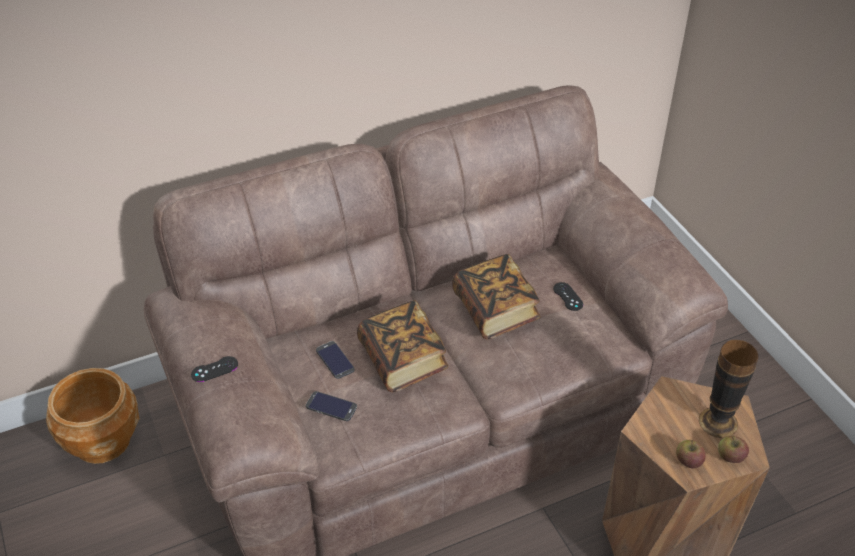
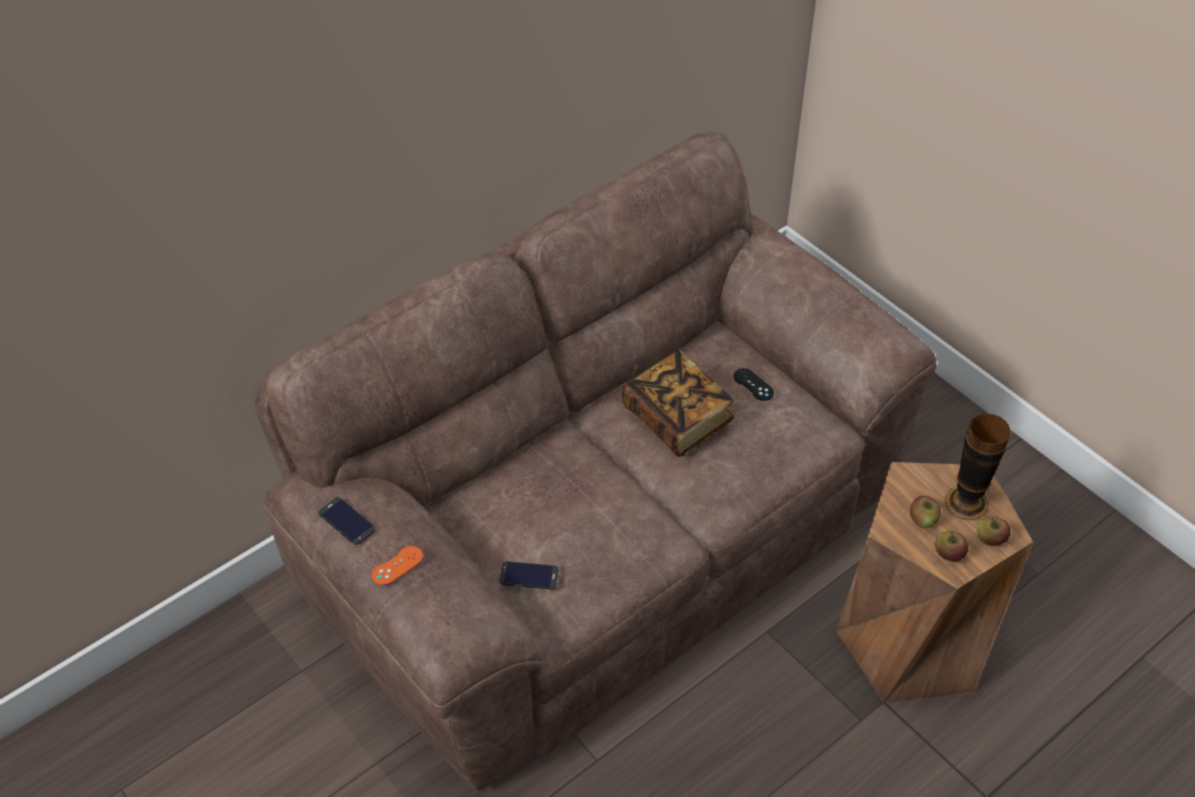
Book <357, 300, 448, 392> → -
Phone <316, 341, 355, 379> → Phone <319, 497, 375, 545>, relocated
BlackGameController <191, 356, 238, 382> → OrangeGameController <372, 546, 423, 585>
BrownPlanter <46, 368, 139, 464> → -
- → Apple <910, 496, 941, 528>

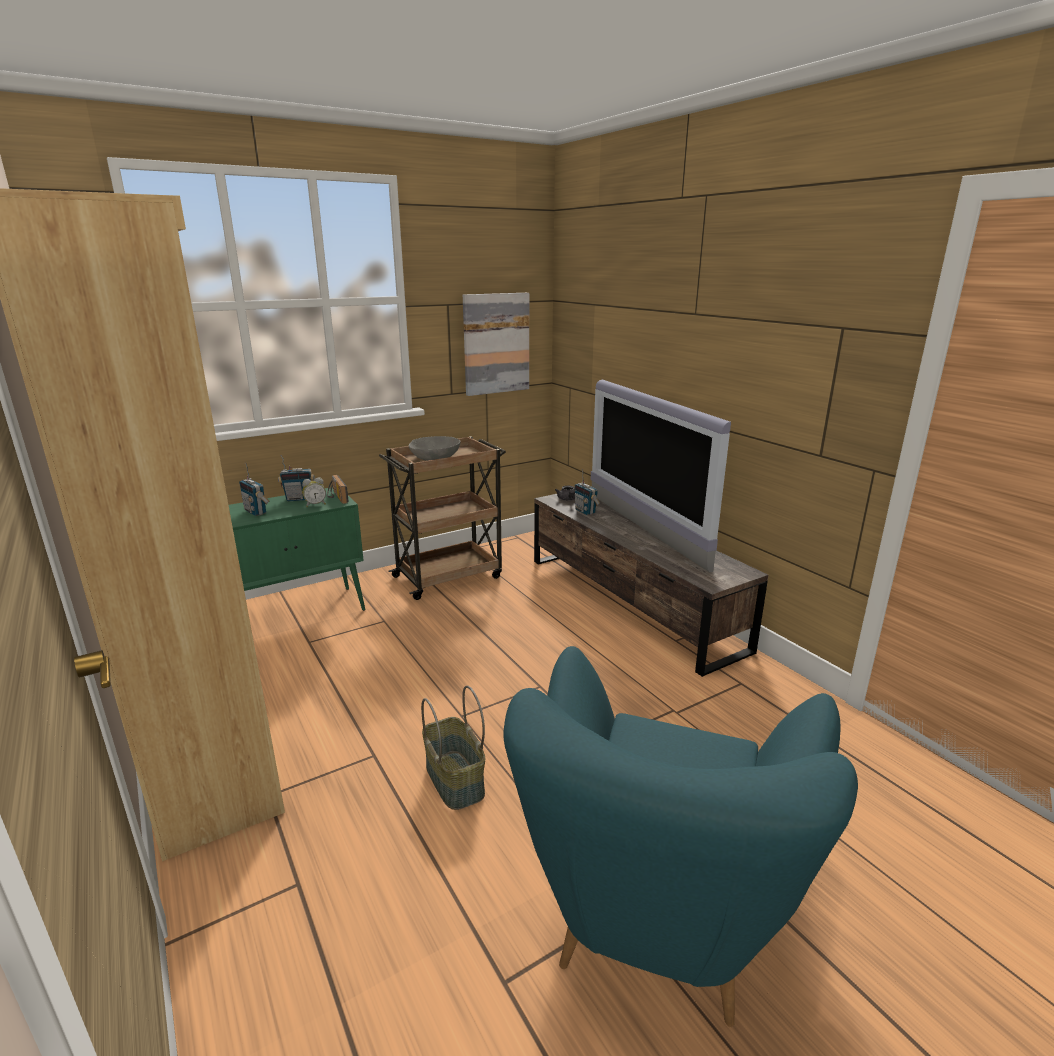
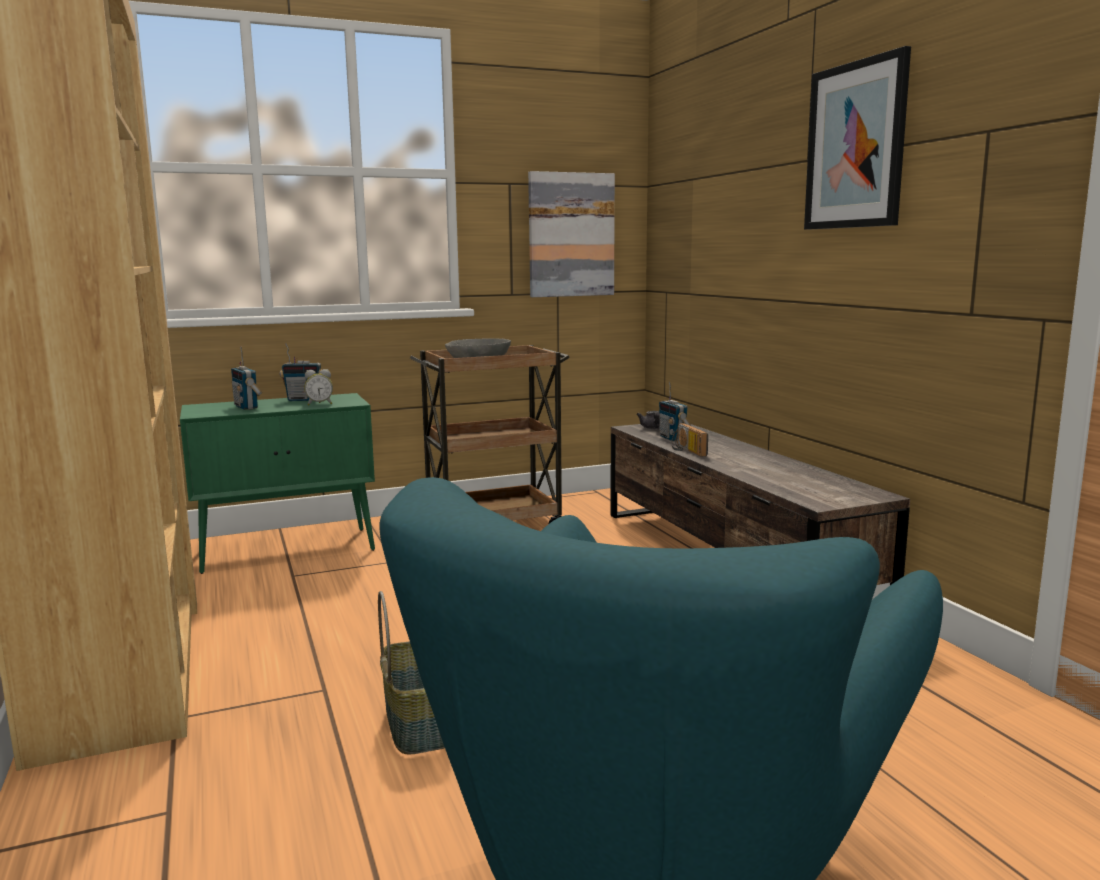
Television <591, 380, 731, 572> → -
Radio <327, 475, 349, 504> → Radio <672, 423, 708, 457>, relocated
- → Picture <804, 46, 911, 230>

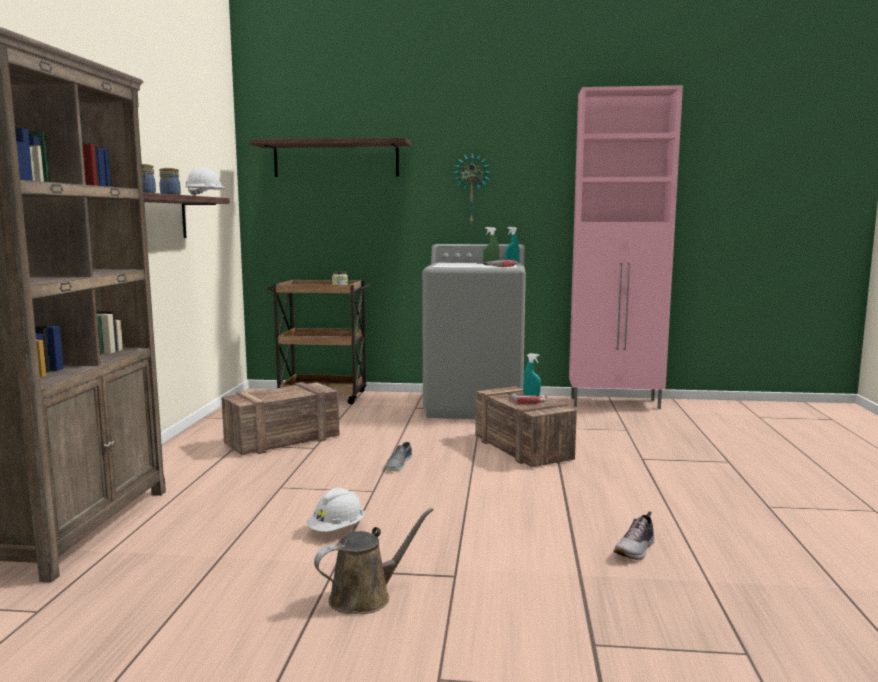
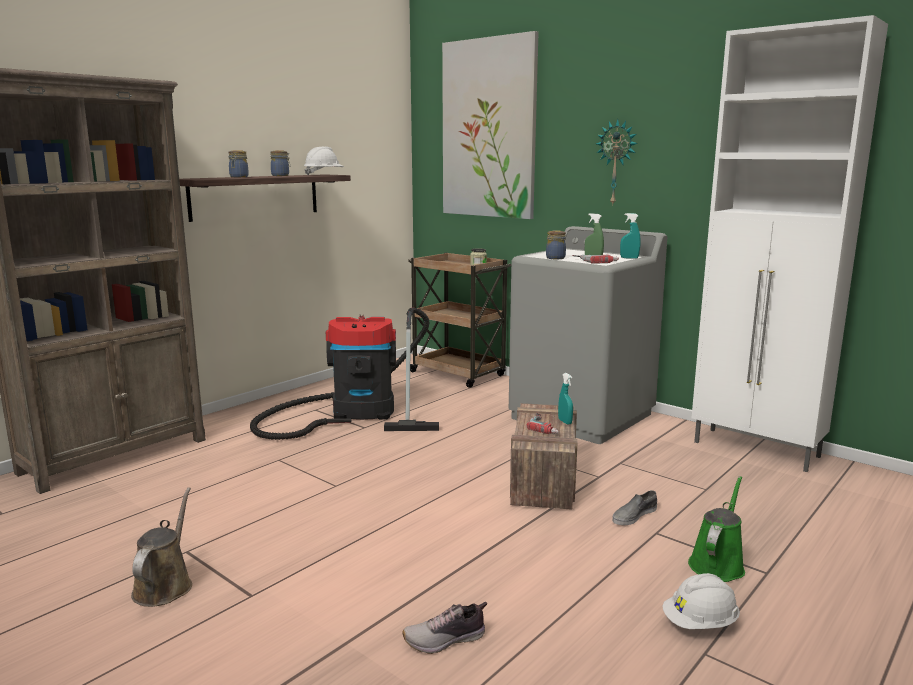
PinkCabinet <569, 85, 683, 409> → WhiteCabinet <692, 15, 888, 472>
Shelf <249, 137, 411, 177> → Picture <442, 31, 539, 219>
Crate <221, 382, 340, 455> → VacuumCleaner <250, 307, 439, 440>
GreyShoe <386, 442, 412, 471> → GreyShoe <612, 490, 657, 525>, relocated
WhiteHardHat <307, 488, 365, 532> → WhiteHardHat <663, 573, 740, 629>, relocated
BrownWateringCan <314, 508, 433, 614> → BrownWateringCan <131, 487, 192, 607>, 90 degrees counterclockwise
- → Jar <546, 230, 566, 259>
- → GreenWateringCan <688, 476, 745, 582>

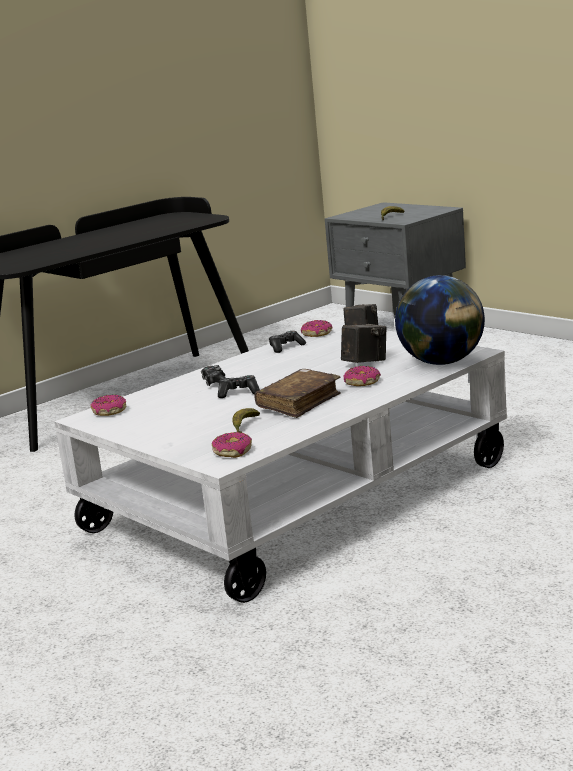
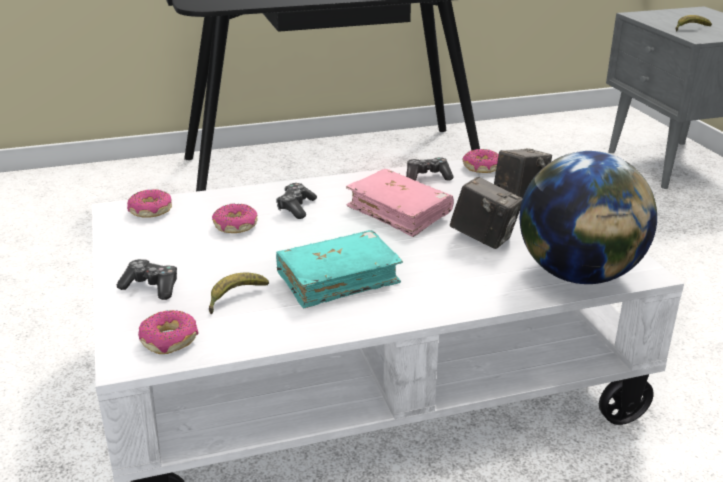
PhotoCamera <341, 324, 386, 363> → PhotoCamera <450, 177, 523, 249>, 45 degrees clockwise
Donut <344, 366, 381, 386> → Donut <212, 204, 257, 233>, relocated
BrownBook <254, 369, 341, 418> → TurquoiseBook <276, 230, 403, 308>
GameController <218, 375, 260, 398> → GameController <117, 259, 177, 300>, relocated
- → PinkBook <346, 169, 454, 237>

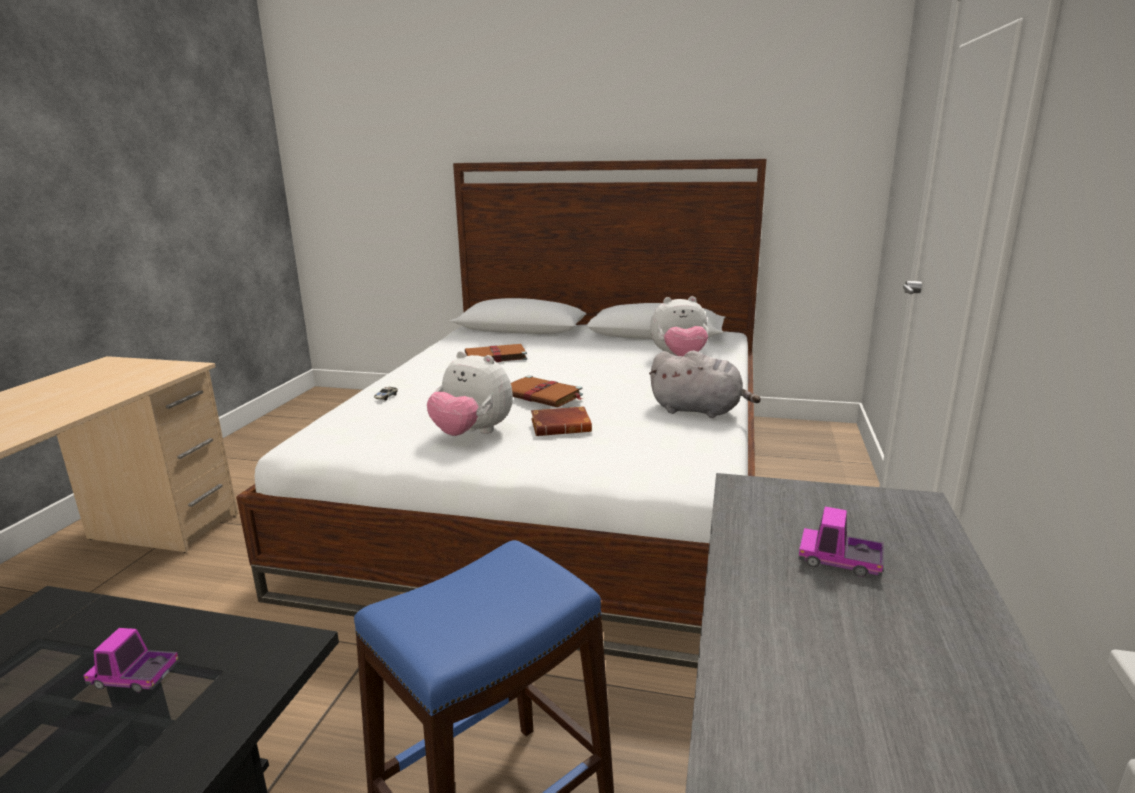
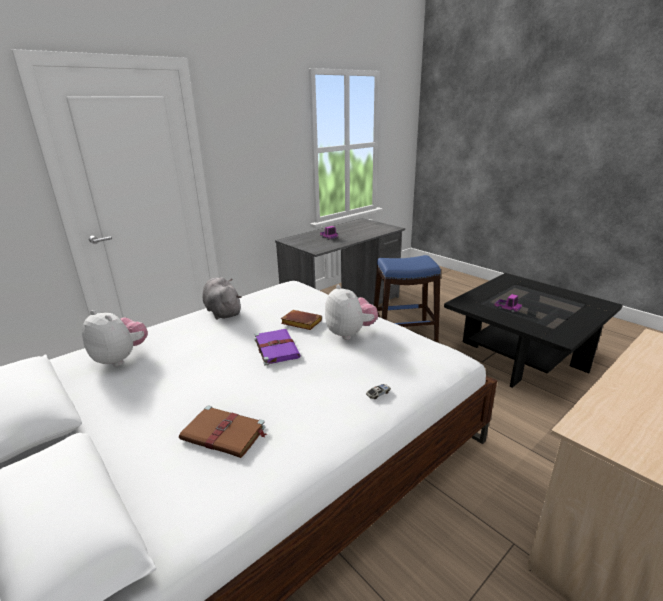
BrownBook <511, 375, 584, 407> → PurpleBook <254, 329, 301, 366>

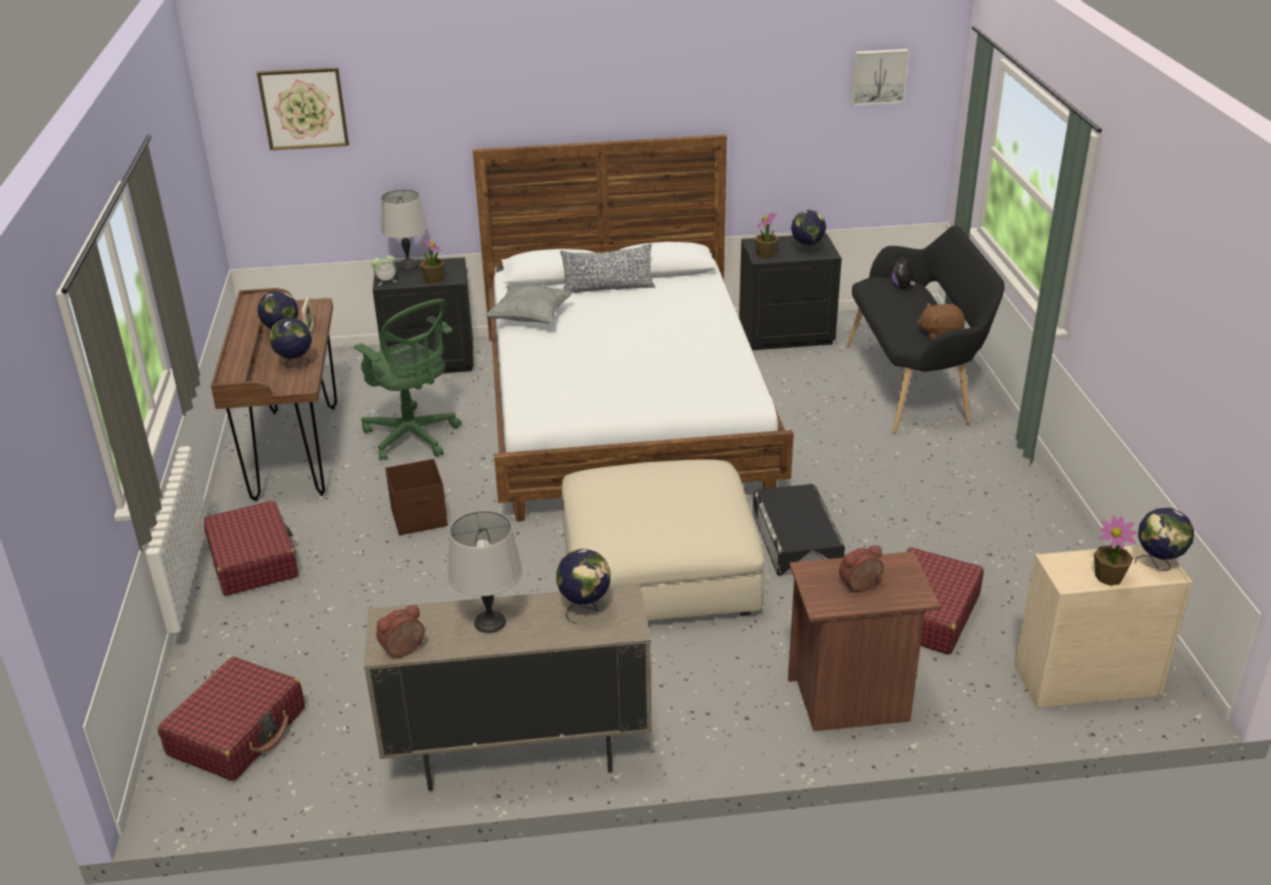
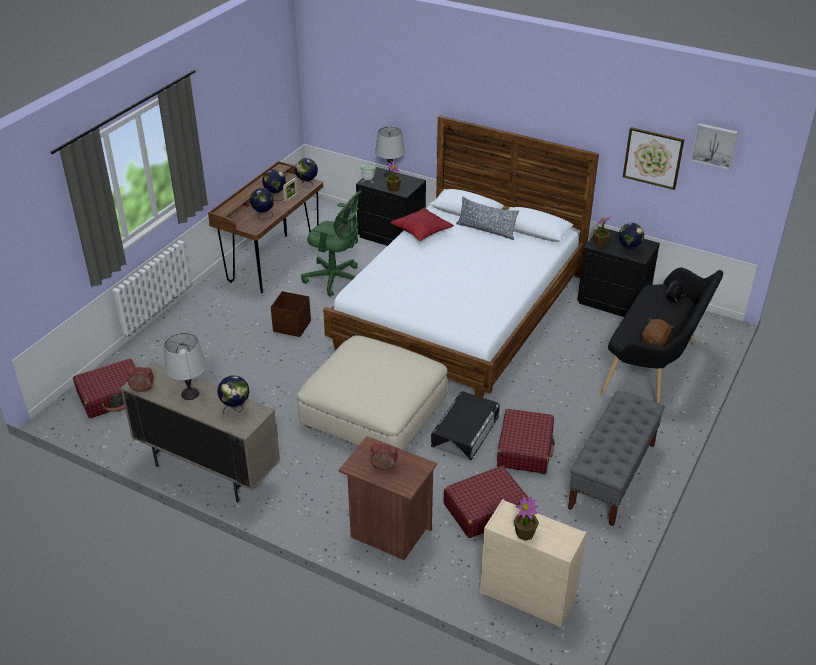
Picture <257, 67, 349, 150> → Picture <623, 127, 685, 190>, relocated
GreyPillow <485, 284, 574, 323> → RedPillow <390, 207, 454, 241>
GreenOfficeChair <354, 299, 461, 461> → GreenOfficeChair <301, 191, 362, 297>, 60 degrees counterclockwise
BrownPlushToy <917, 303, 965, 341> → BrownPlushToy <642, 318, 673, 346>, 90 degrees clockwise
RedSuitcase <204, 500, 298, 596> → RedSuitcase <497, 409, 555, 474>, relocated
Globe <1135, 508, 1194, 571> → Globe <295, 158, 318, 188>, relocated
- → GreyBench <568, 390, 665, 526>

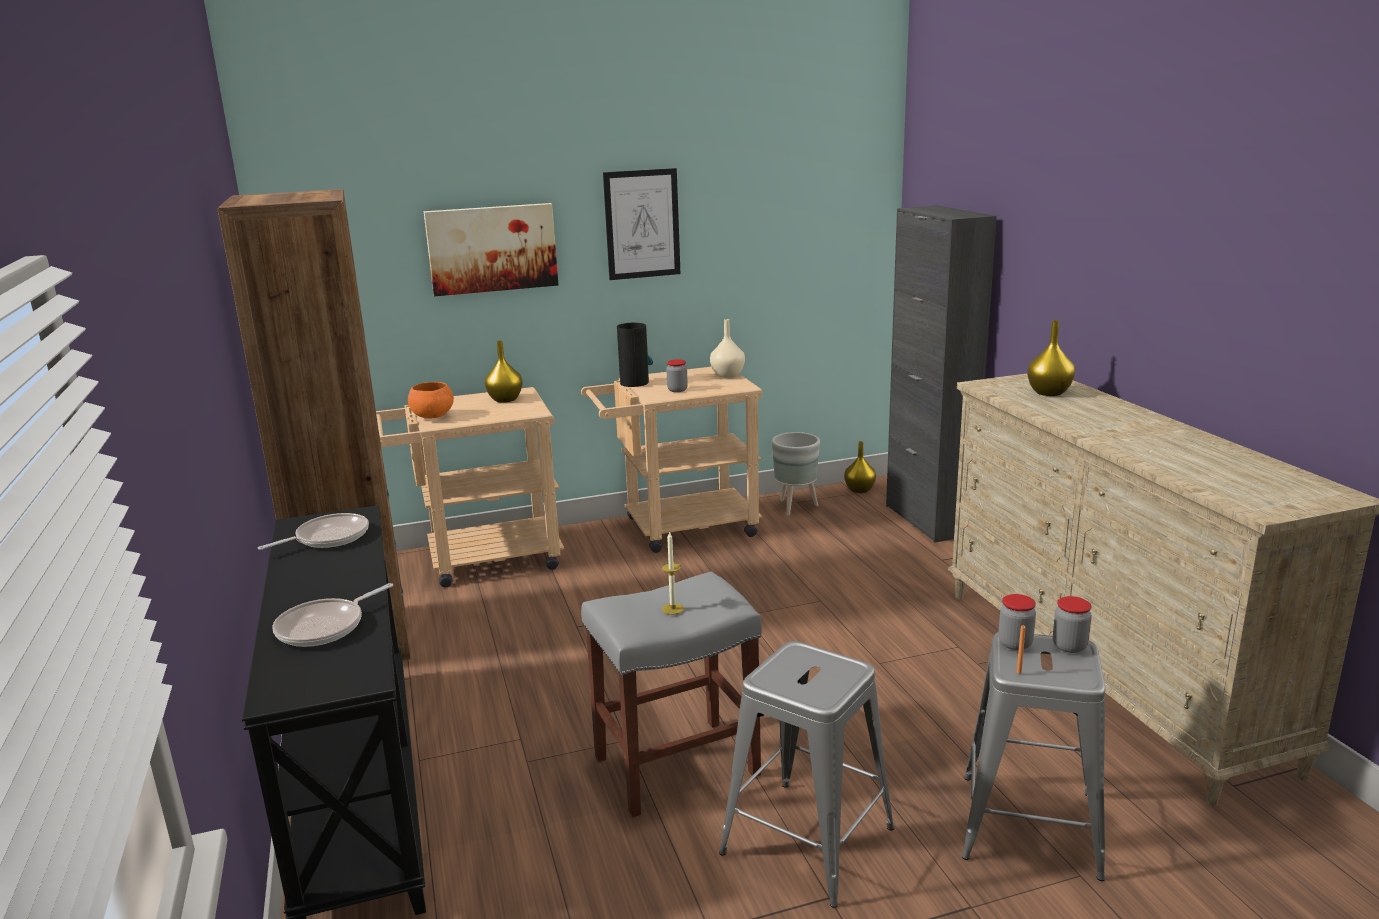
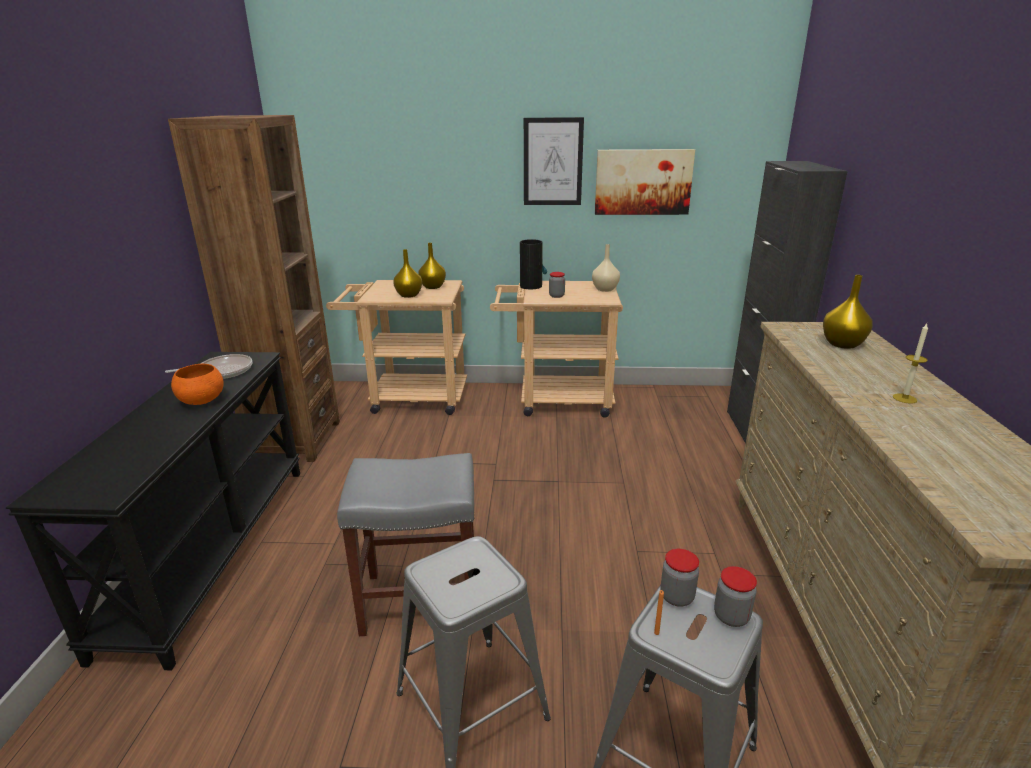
Picture <424, 203, 558, 296> → Picture <595, 149, 695, 215>, relocated
OrangeBowl <408, 382, 454, 419> → OrangeBowl <171, 364, 224, 405>, relocated
GreyPlanter <772, 432, 820, 516> → -
YellowVase <844, 441, 876, 493> → YellowVase <393, 249, 422, 298>, relocated
Candle <661, 531, 684, 615> → Candle <893, 324, 928, 404>, relocated
FryingPan <272, 583, 393, 647> → -

